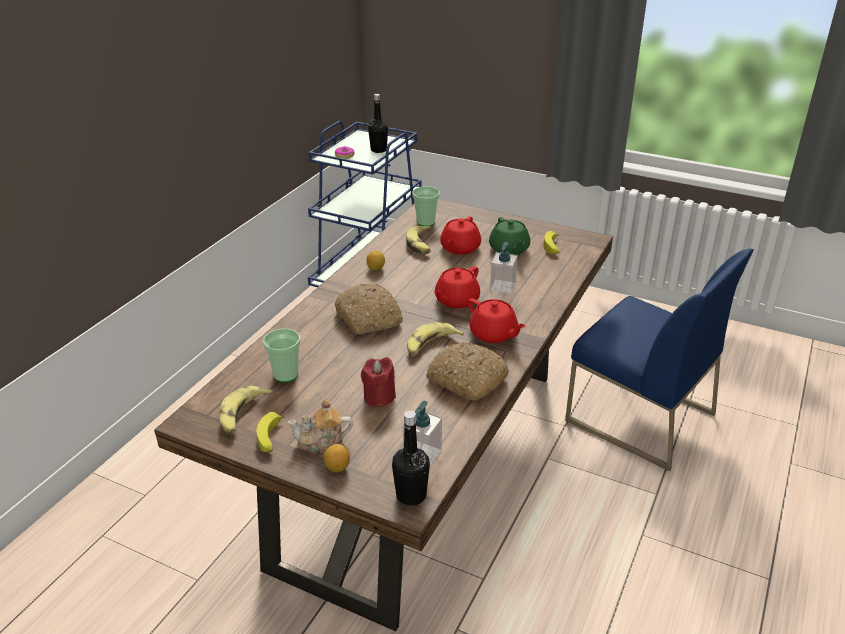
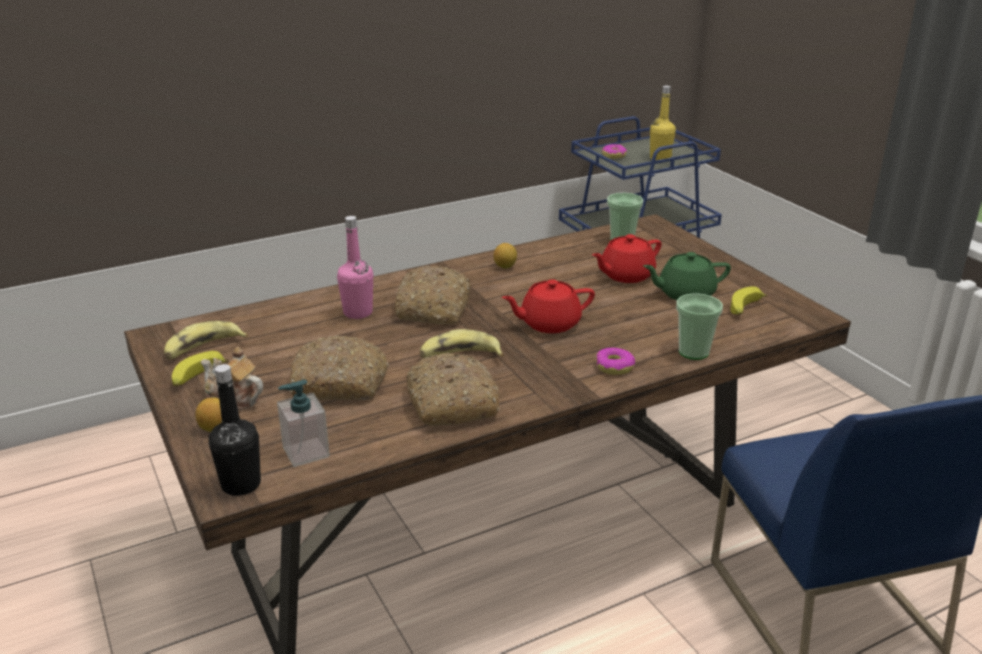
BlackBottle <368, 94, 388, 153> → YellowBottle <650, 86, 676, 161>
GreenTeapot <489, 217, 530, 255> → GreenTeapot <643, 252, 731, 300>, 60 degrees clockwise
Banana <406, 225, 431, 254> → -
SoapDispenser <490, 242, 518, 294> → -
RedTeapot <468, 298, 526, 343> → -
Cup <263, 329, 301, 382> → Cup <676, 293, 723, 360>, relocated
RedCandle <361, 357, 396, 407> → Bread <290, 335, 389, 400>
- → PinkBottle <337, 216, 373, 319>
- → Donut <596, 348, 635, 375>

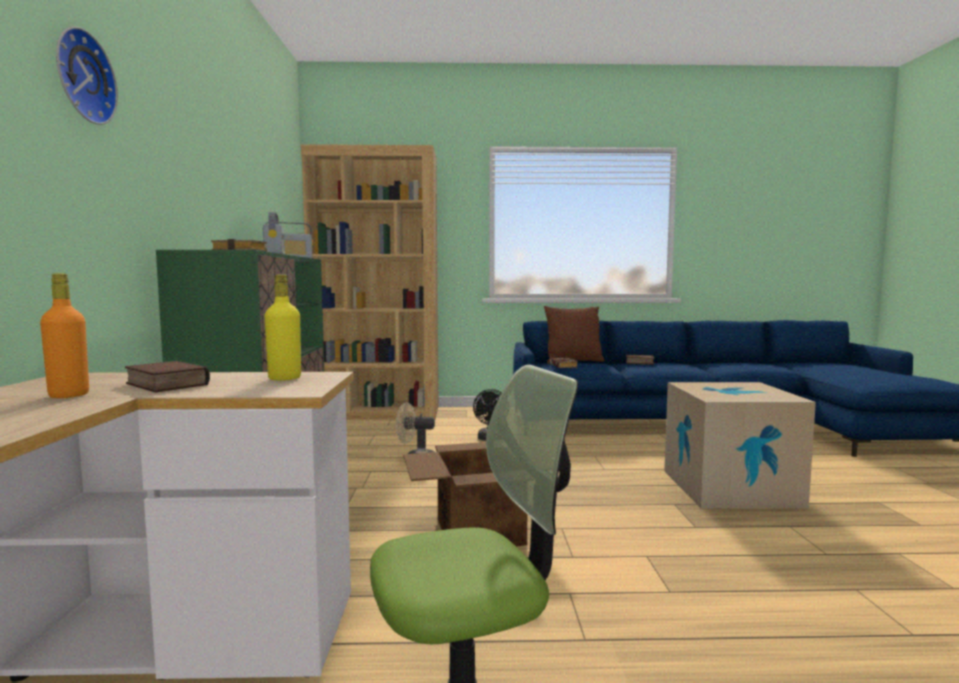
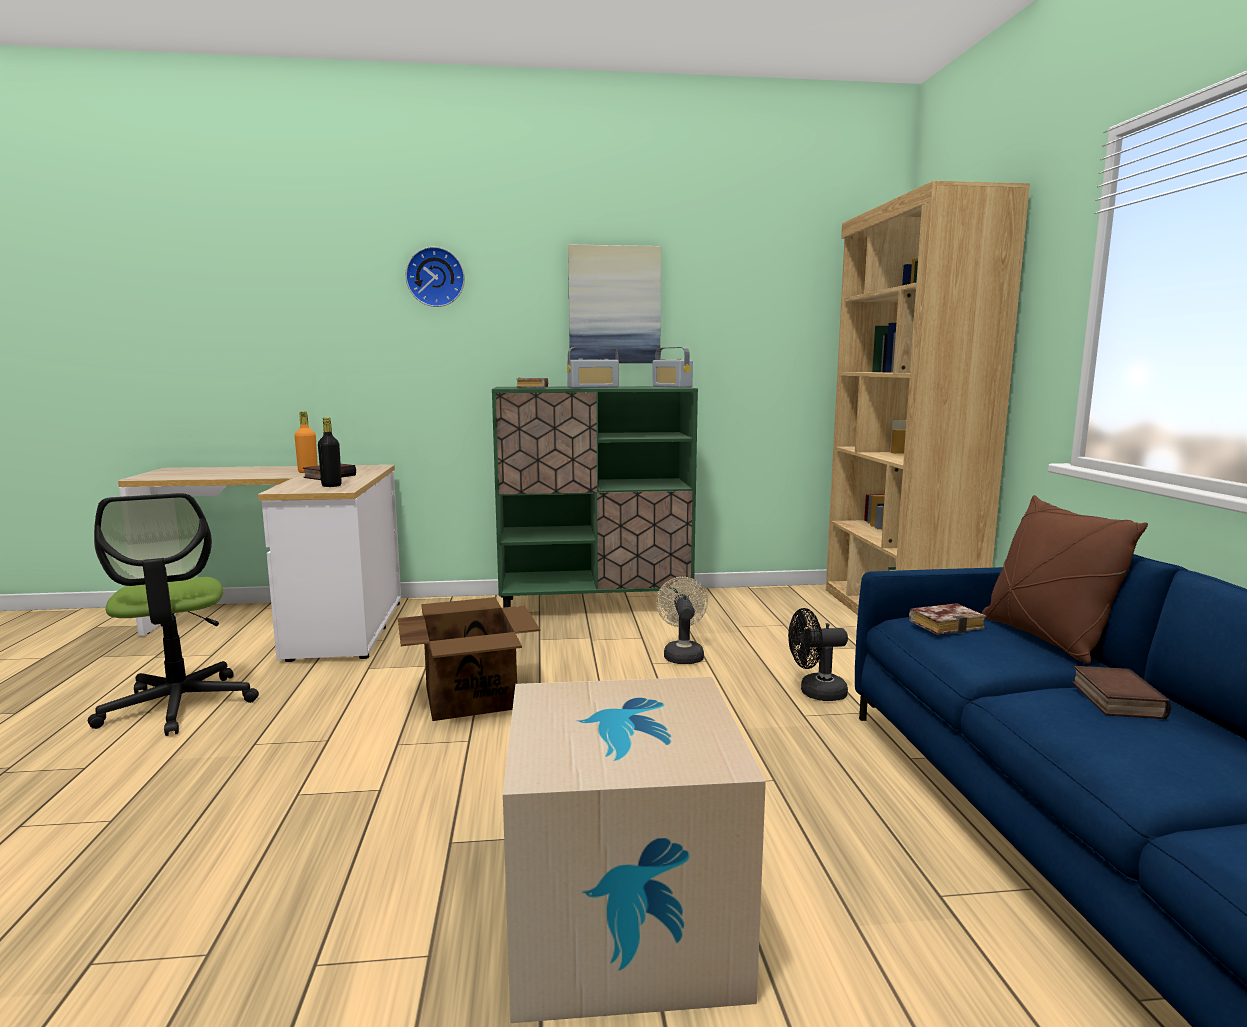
YellowBottle <265, 275, 301, 381> → BlackBottle <318, 417, 342, 487>
- → Picture <568, 244, 661, 363>

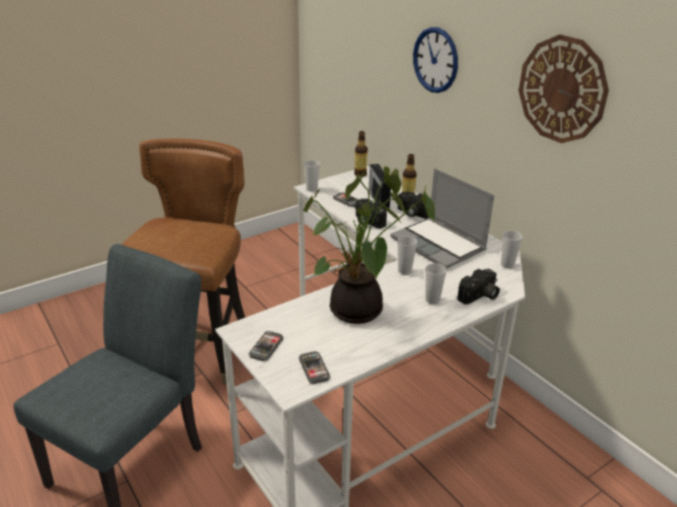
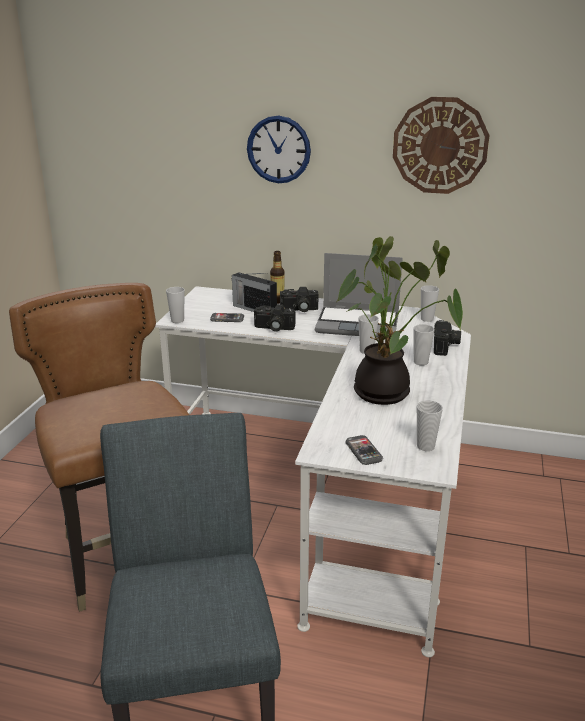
Bottle <354, 131, 368, 177> → -
Phone <299, 351, 330, 384> → Cup <417, 401, 443, 451>

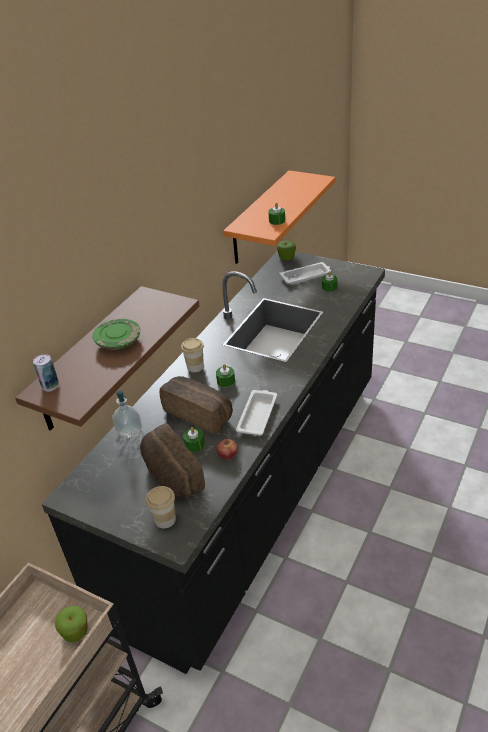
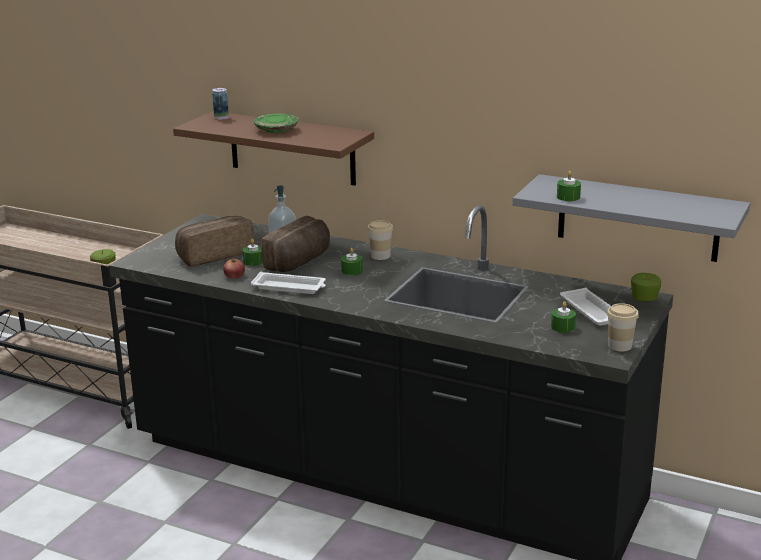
OrangeShelf <223, 170, 335, 264> → GreyShelf <513, 174, 750, 262>
Cup <146, 486, 176, 528> → Cup <607, 303, 639, 351>, relocated

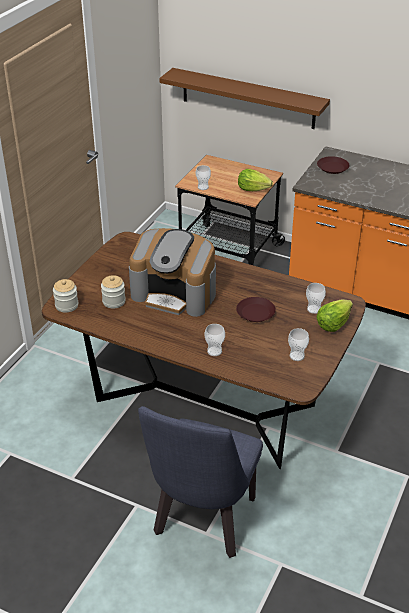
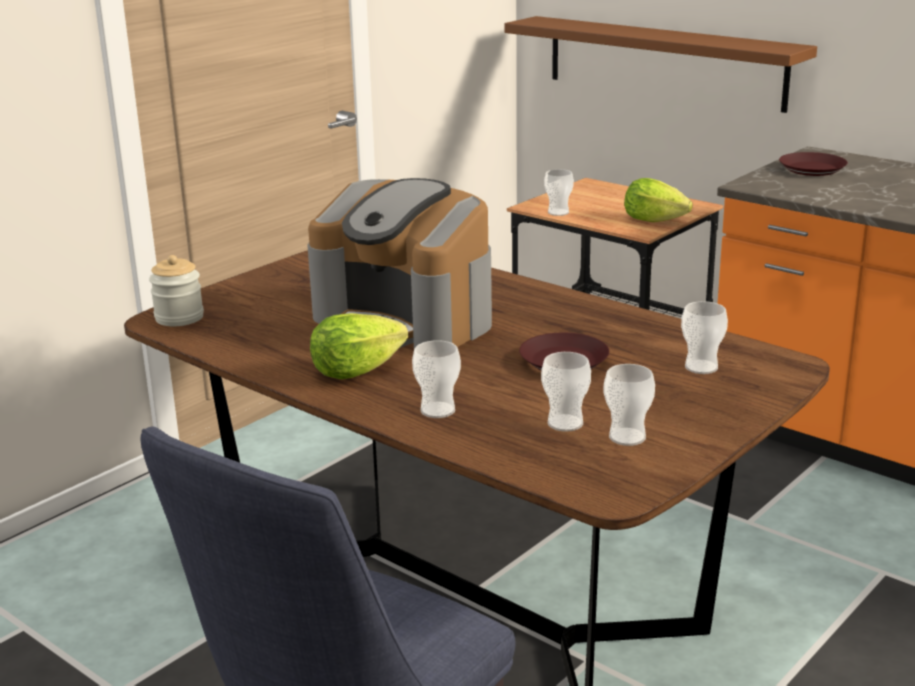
Jar <101, 275, 126, 309> → -
Lettuce <316, 299, 353, 332> → Lettuce <310, 313, 408, 379>, relocated
- → Cup <541, 352, 591, 432>

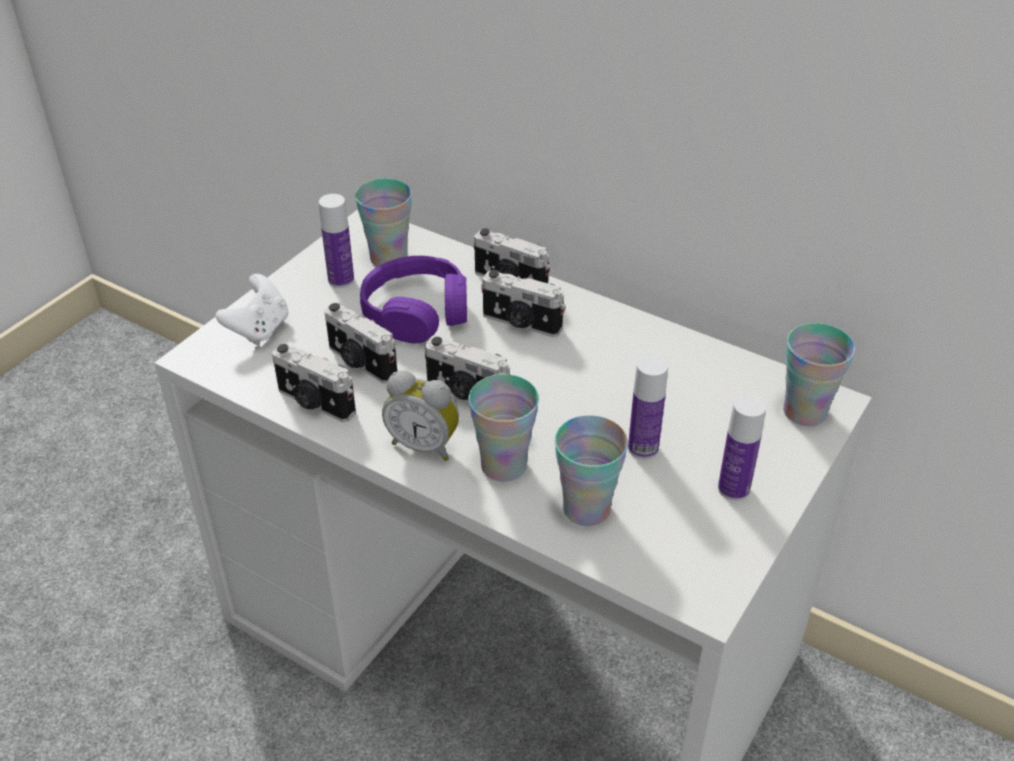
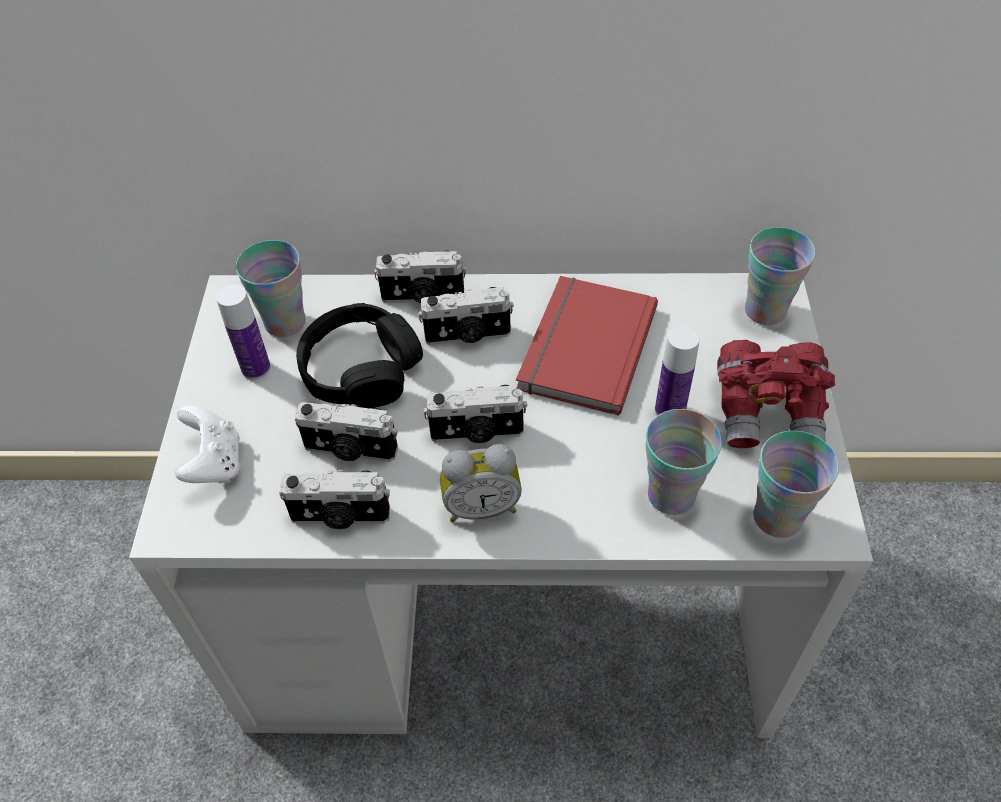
PurpleHeadphones <360, 256, 467, 344> → BlackHeadphones <296, 303, 423, 408>
Cup <469, 374, 539, 482> → Cup <753, 431, 839, 538>, relocated
Bottle <718, 395, 766, 501> → RedBinoculars <717, 340, 835, 448>
- → RedBook <516, 276, 658, 416>

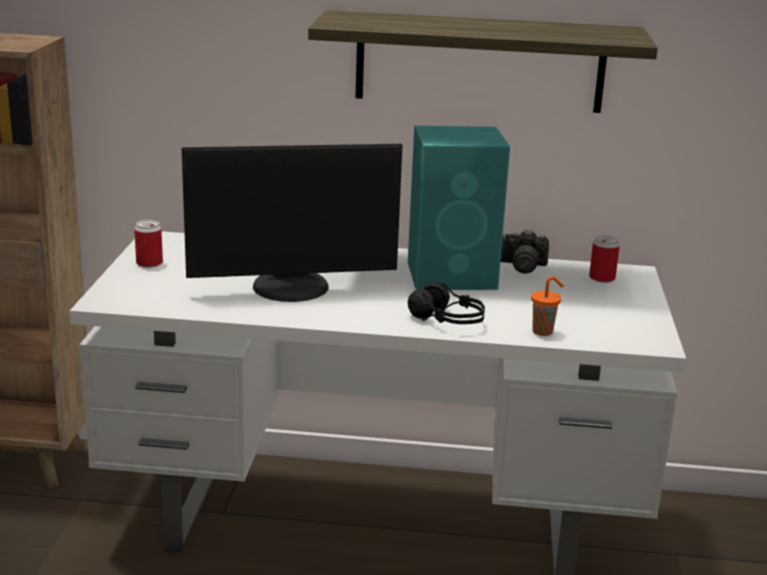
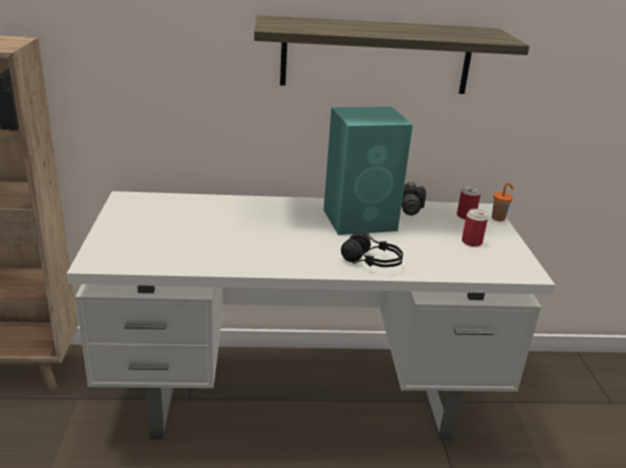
Monitor <182, 144, 403, 302> → -
Can <134, 219, 163, 268> → Can <462, 209, 488, 247>, relocated
OrangeCup <531, 276, 564, 336> → OrangeCup <492, 182, 514, 221>, relocated

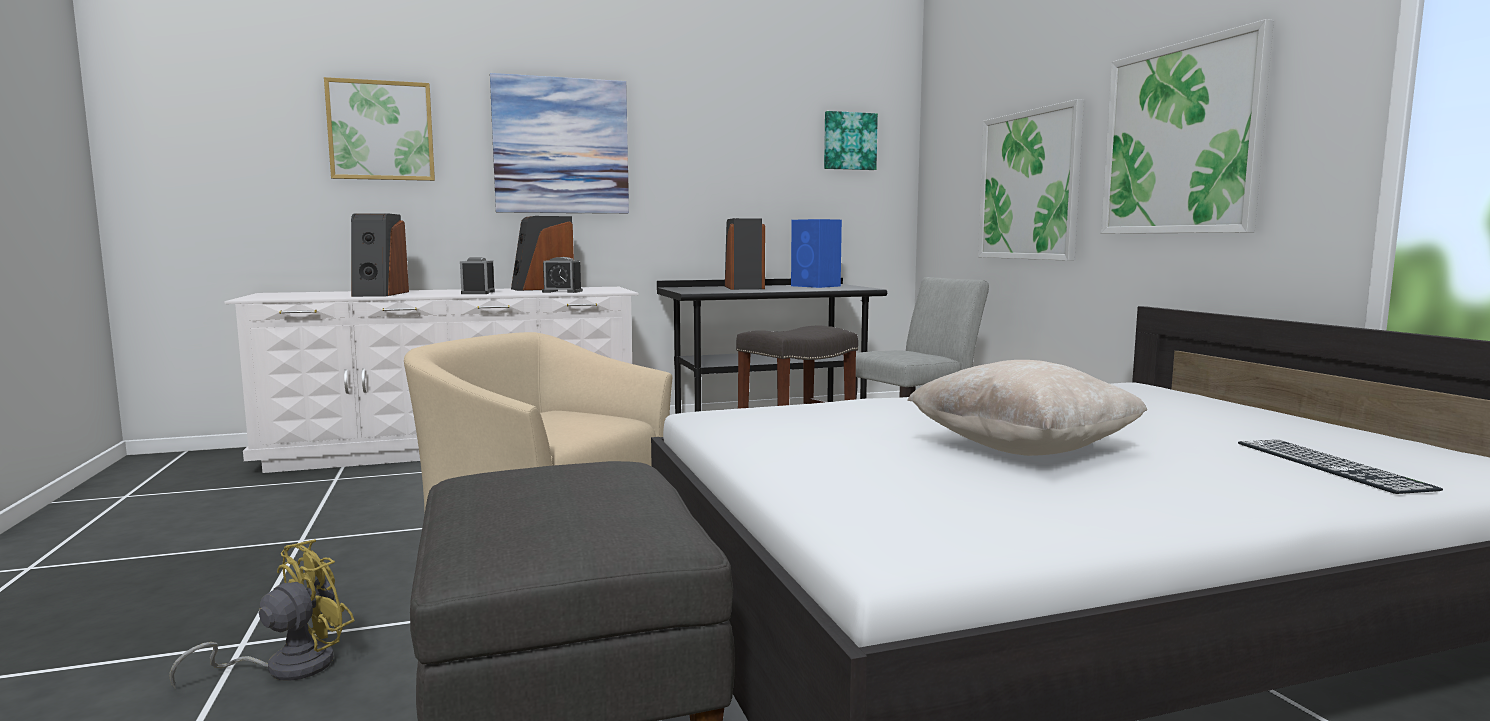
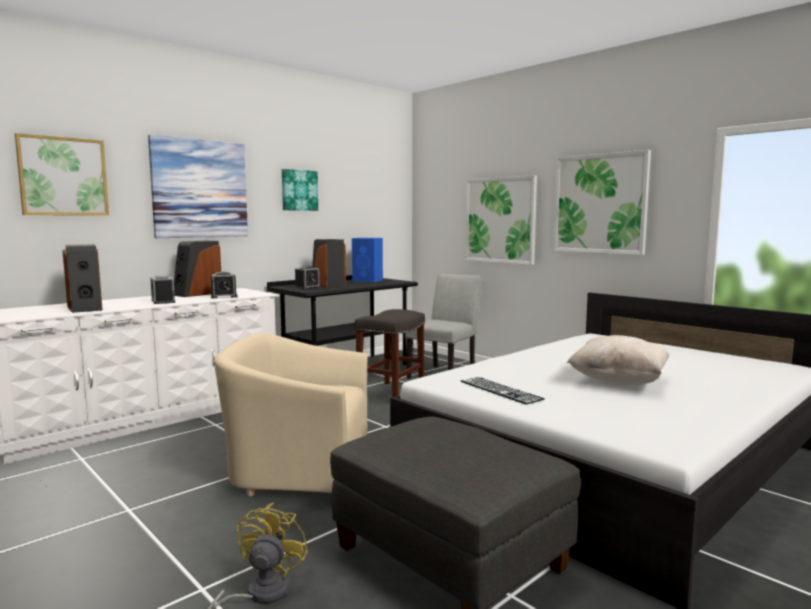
Picture <824, 111, 878, 170> → Picture <282, 169, 318, 211>, relocated
Keyboard <1238, 439, 1443, 494> → Keyboard <460, 377, 544, 404>, relocated
- → AlarmClock <295, 266, 320, 289>

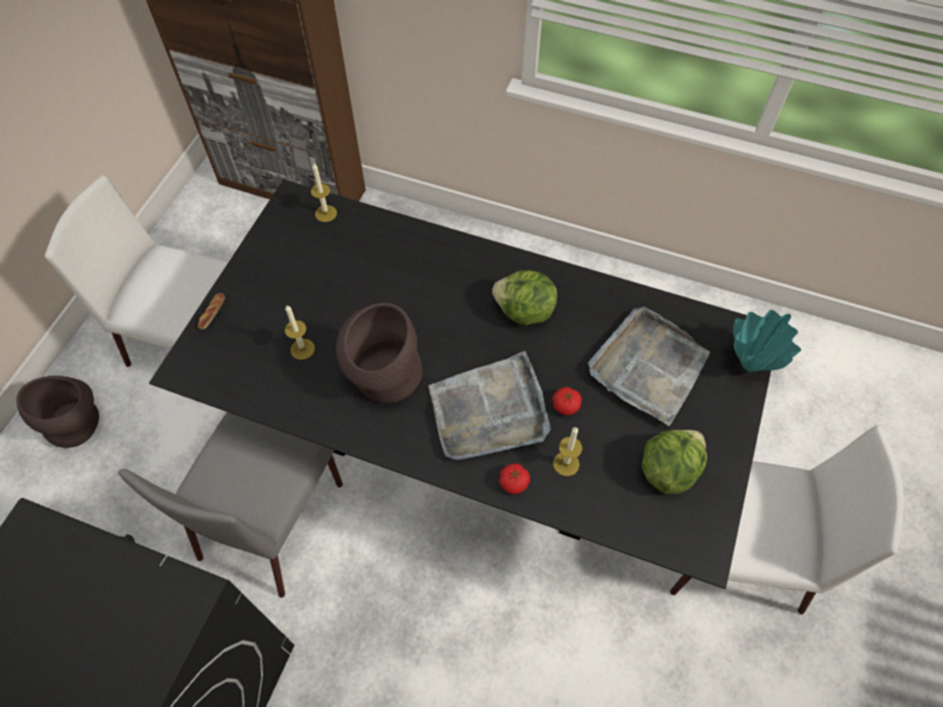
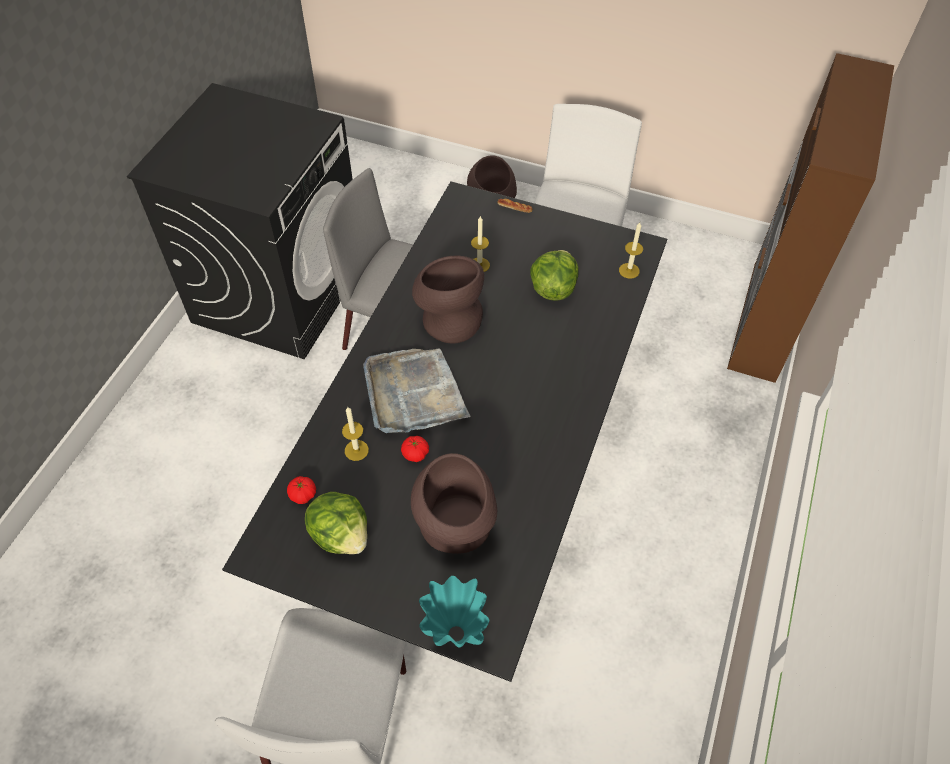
Lettuce <492, 270, 557, 325> → Lettuce <530, 250, 578, 301>, relocated
GreyTray <588, 307, 710, 426> → BrownVase <411, 453, 497, 554>
Tomato <499, 463, 530, 494> → Tomato <287, 476, 316, 504>, relocated

